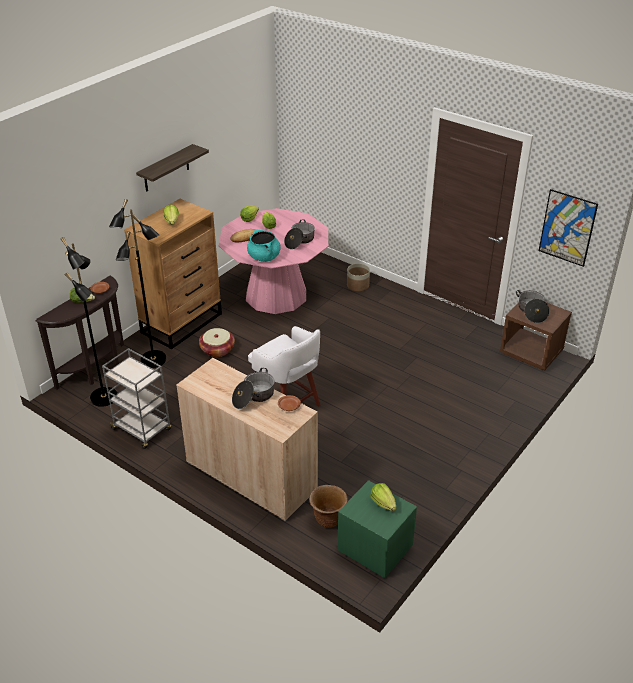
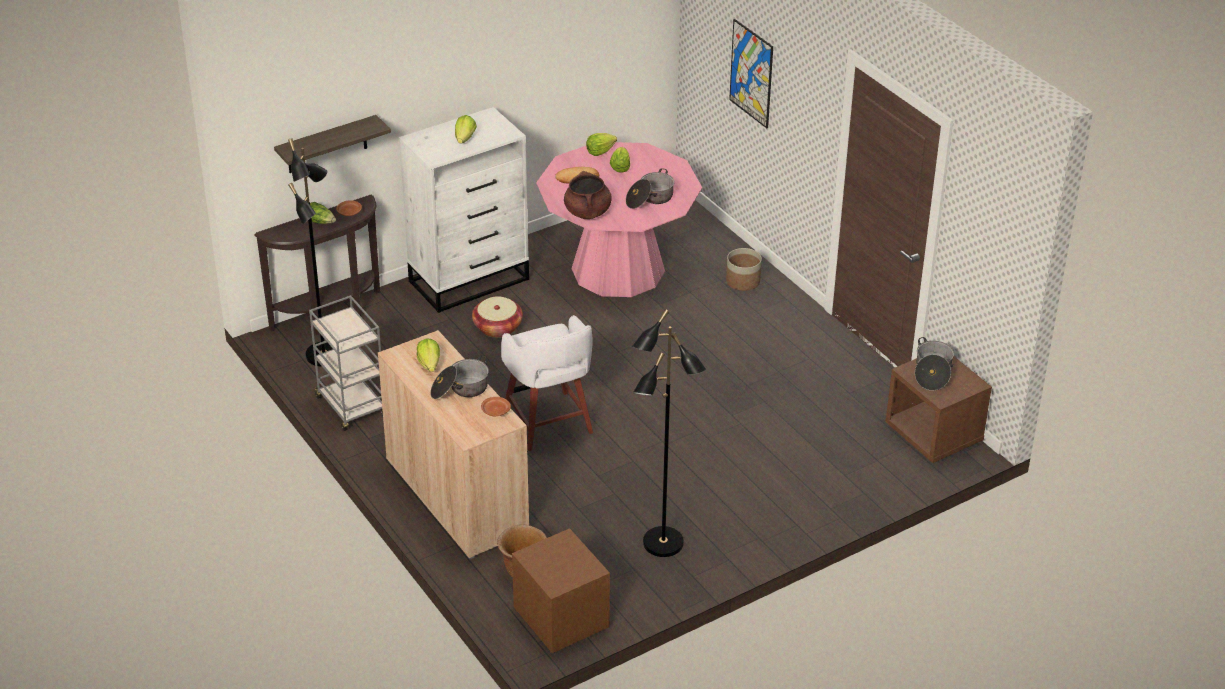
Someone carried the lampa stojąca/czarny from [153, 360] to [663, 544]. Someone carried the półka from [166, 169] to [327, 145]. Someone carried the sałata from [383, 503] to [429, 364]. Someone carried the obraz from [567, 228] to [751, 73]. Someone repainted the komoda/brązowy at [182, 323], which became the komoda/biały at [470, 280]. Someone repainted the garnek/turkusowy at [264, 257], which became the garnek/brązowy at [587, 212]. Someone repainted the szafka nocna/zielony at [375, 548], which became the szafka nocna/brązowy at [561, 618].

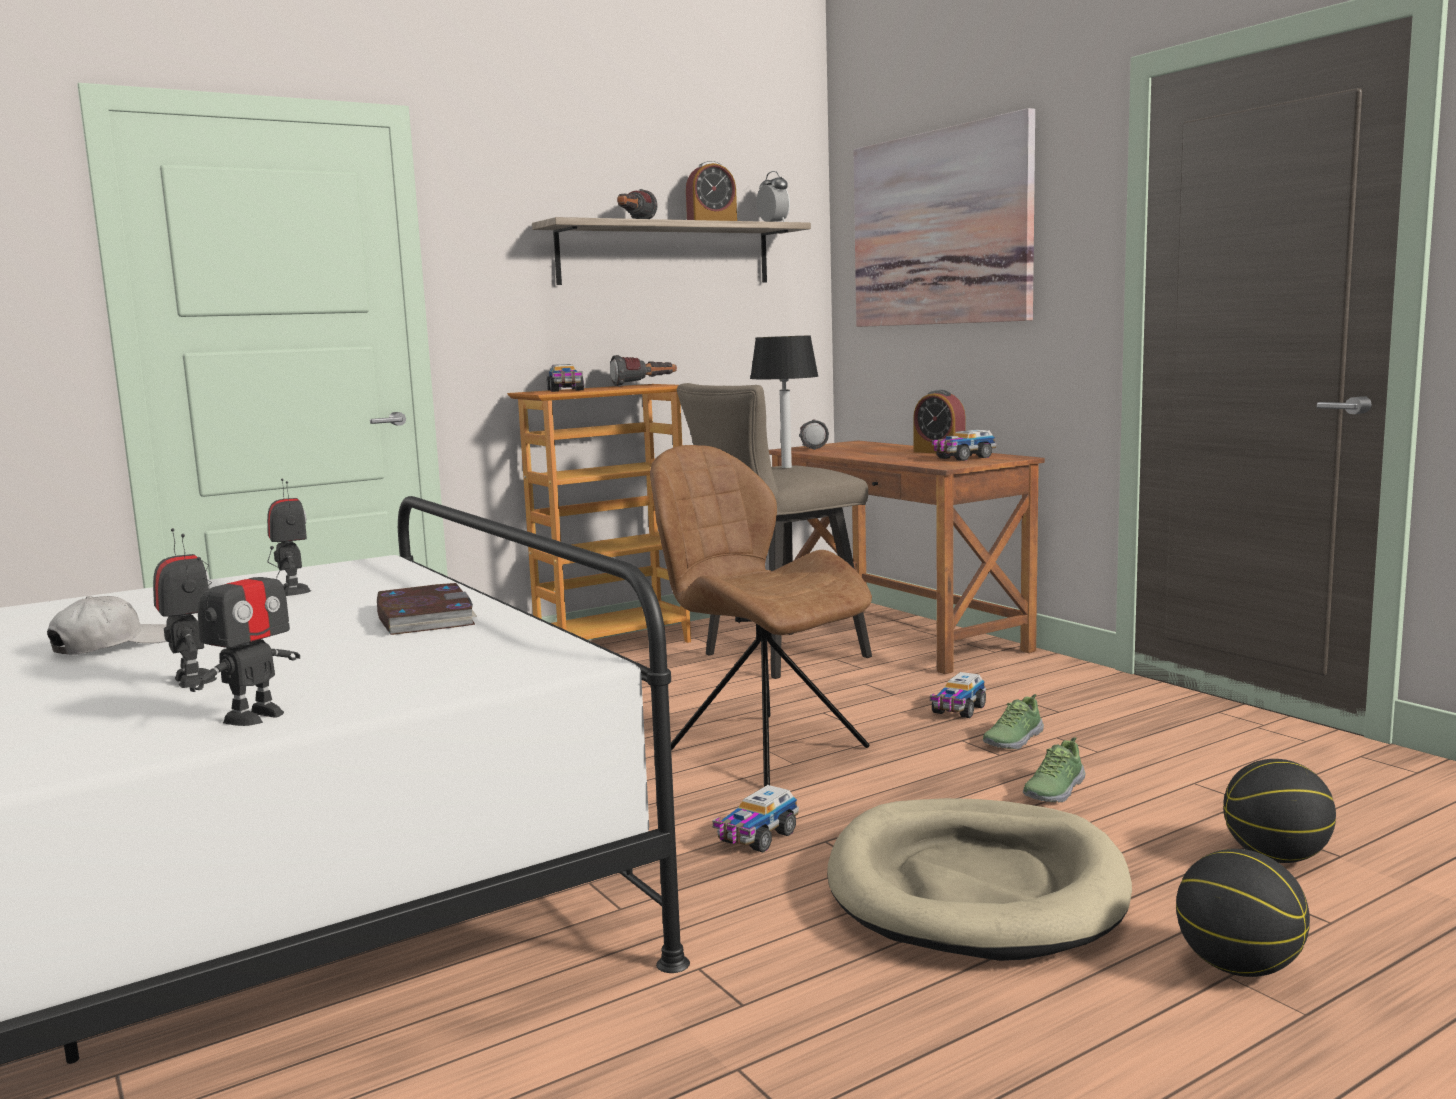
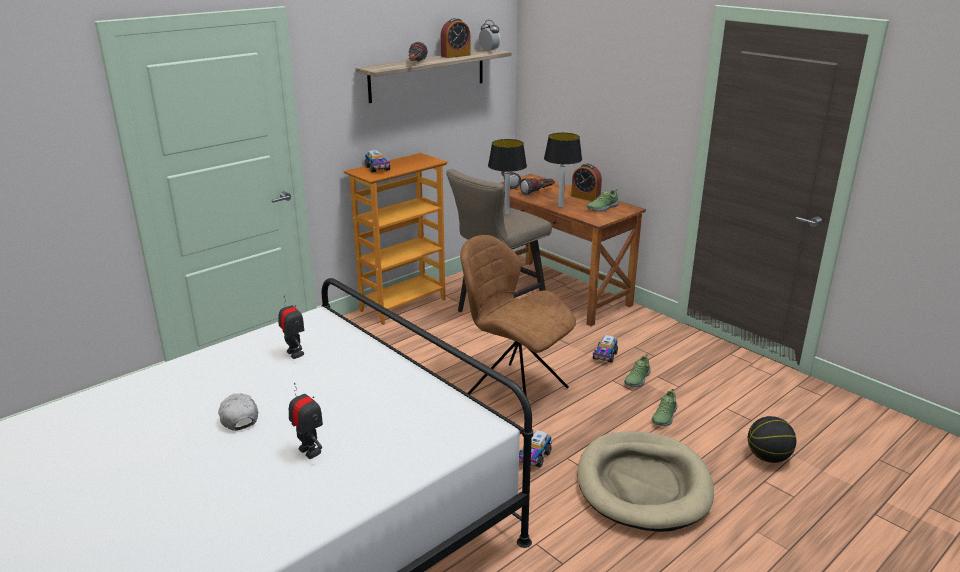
Someone took away the robot zabawkowy at [254, 716]. Someone took away the książka at [424, 616]. Someone took away the obraz at [940, 228]. Someone took away the piłka do koszykówki at [1238, 968]. Someone put down the lampa stołowa at [560, 206]. Someone carried the latarka from [644, 385] to [538, 192]. Someone swapped the ciężarówka zabawkowa at [963, 458] for the but at [602, 208]. Someone rotated the czapka z daszkiem/biały at [111, 646] by 60 degrees counterclockwise.

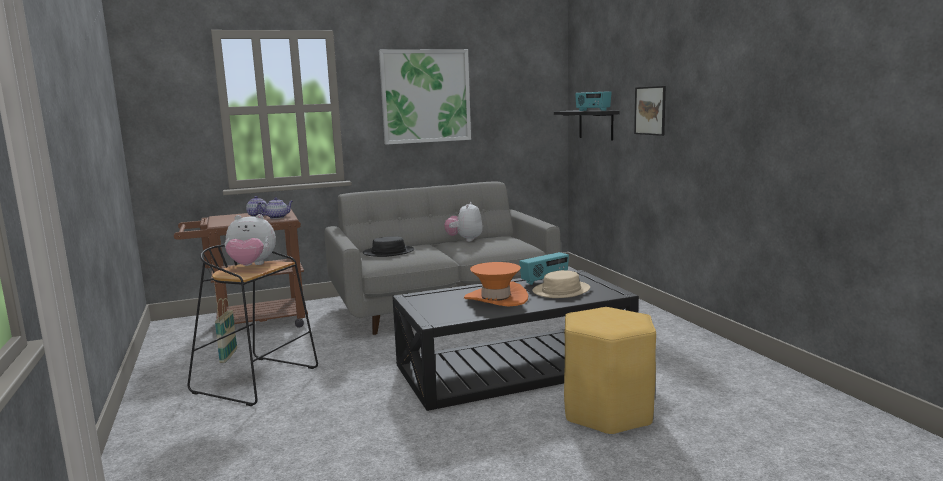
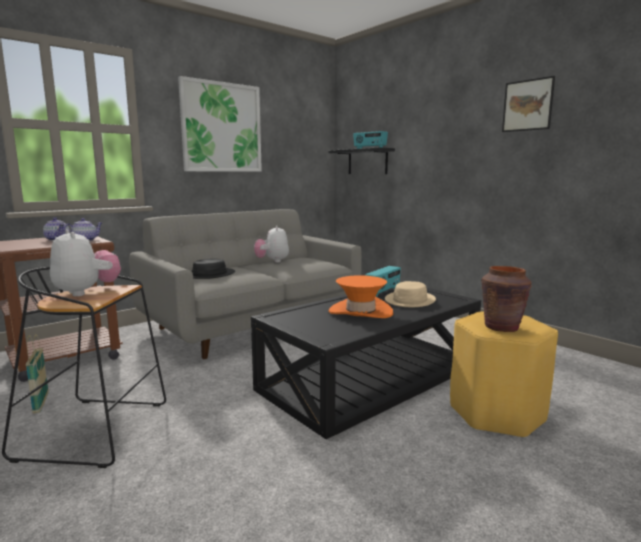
Someone put down the wazon/brązowy at [501, 327]. Someone carried the obraz from [650, 110] to [527, 105]. Someone rotated the pluszak at [251, 266] by 105 degrees counterclockwise.

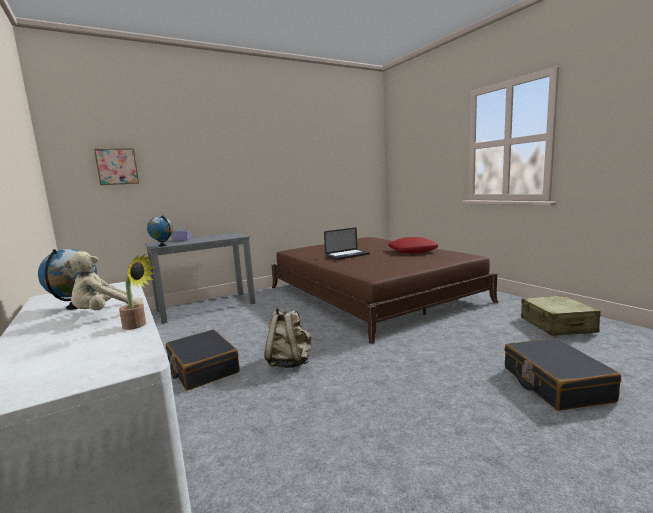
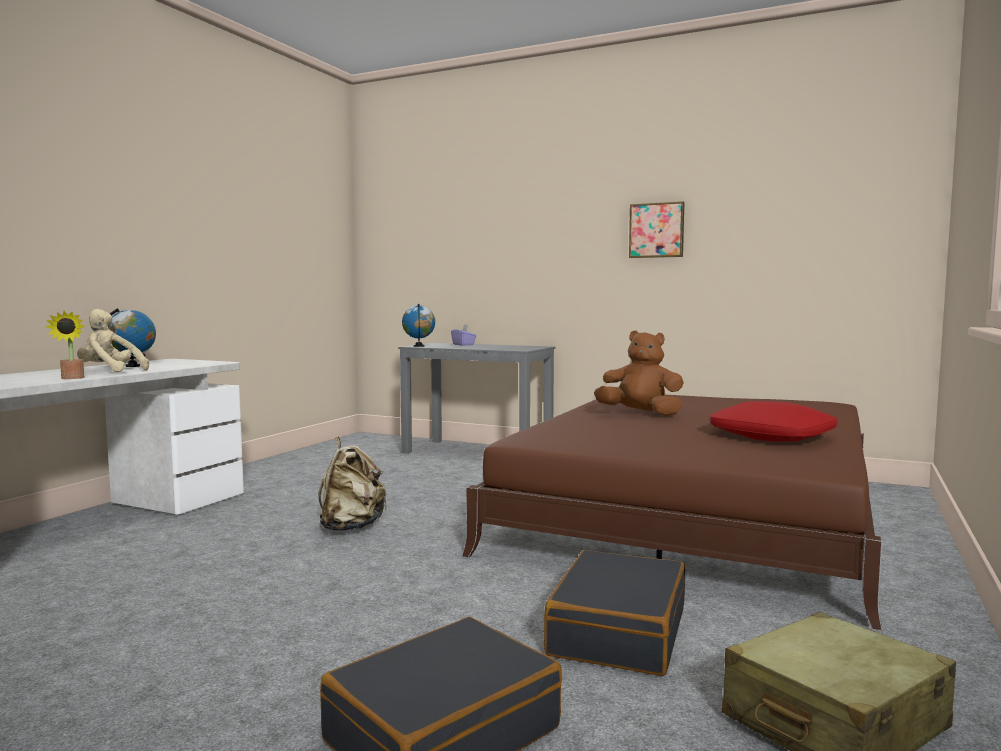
Someone carried the obraz from [117, 166] to [656, 230]. Someone carried the walizka/czarny from [202, 368] to [617, 631]. Someone swapped the laptop at [347, 255] for the pluszak/brązowy at [640, 414].

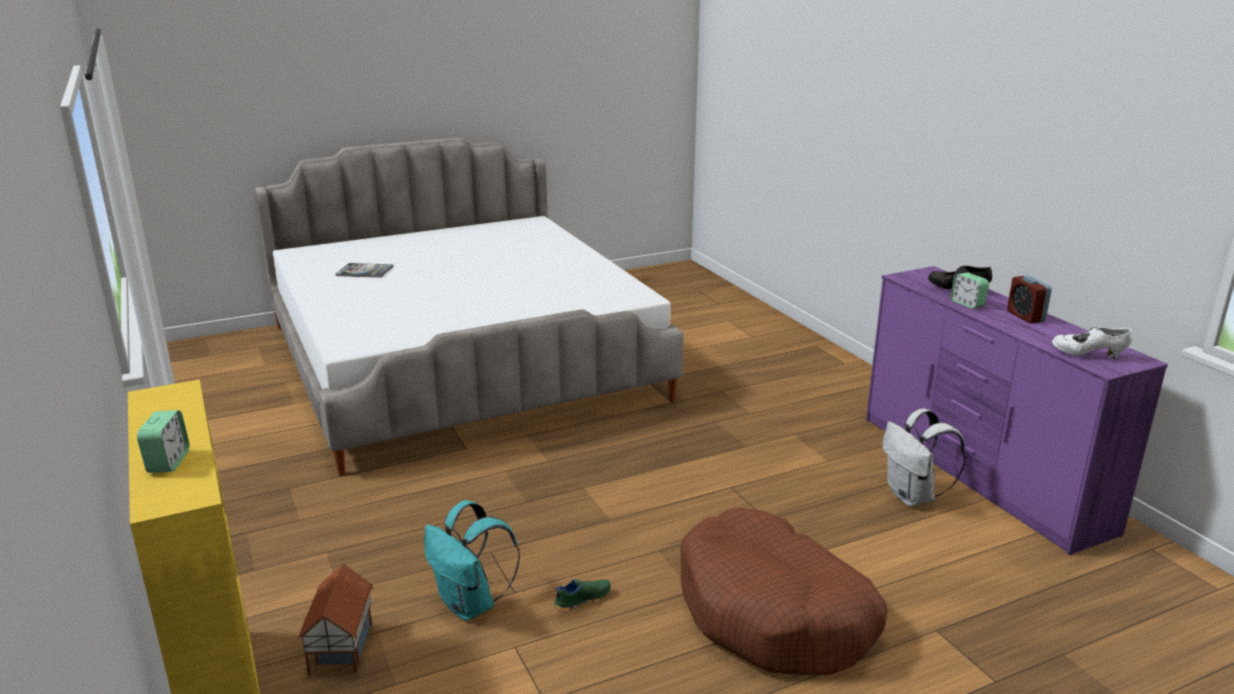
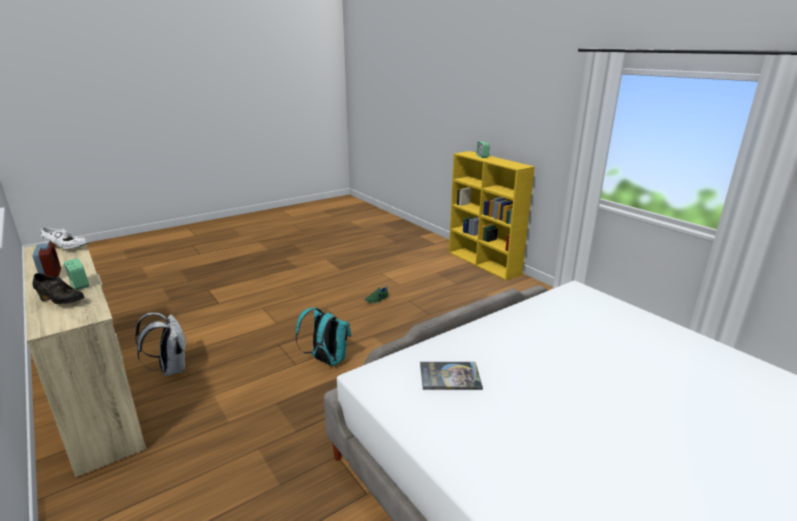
Someone took away the domek at [340, 648]. Someone took away the legowisko/brązowy at [774, 613]. Someone carried the książka from [365, 271] to [450, 376]. Someone carried the plecak/turkusowy from [471, 605] to [326, 360]. Someone repainted the komoda/fioletowy at [980, 473], which became the komoda/beżowy at [98, 395].

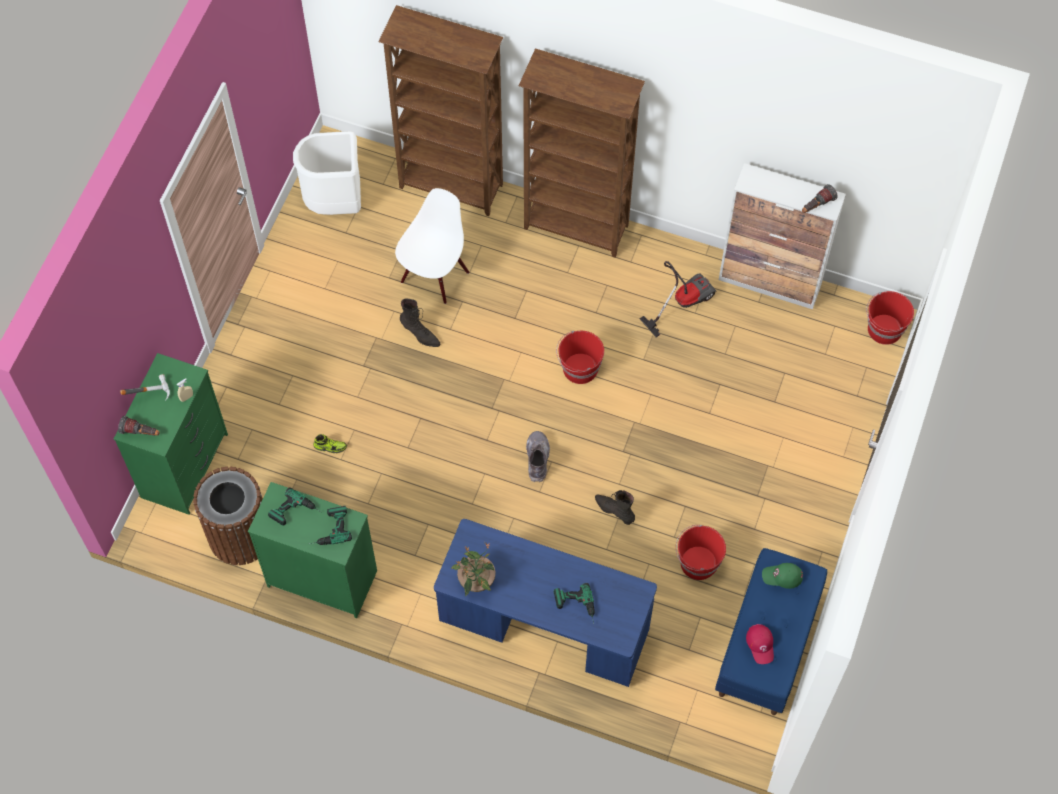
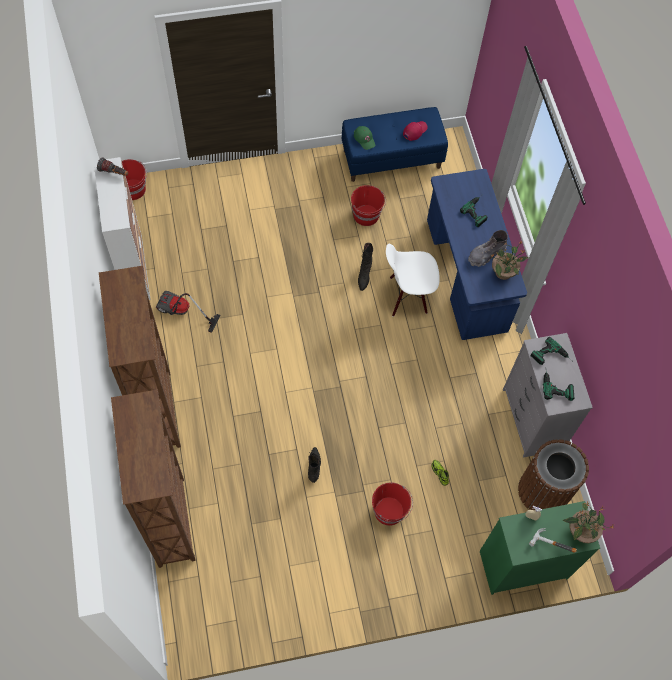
Someone took away the kosz na śmieci/biały at [335, 203]. Someone carried the krzesło/biały from [434, 276] to [407, 296]. Someone carried the but z cholewką/szary from [537, 458] to [486, 254]. Someone carried the wiadro/czerwony from [579, 369] to [389, 511]. Someone swapped the latarka at [141, 432] for the roślina doniczkowa at [581, 531]. Someone repainted the komoda/zielony at [322, 578], which became the komoda/szary at [532, 419].

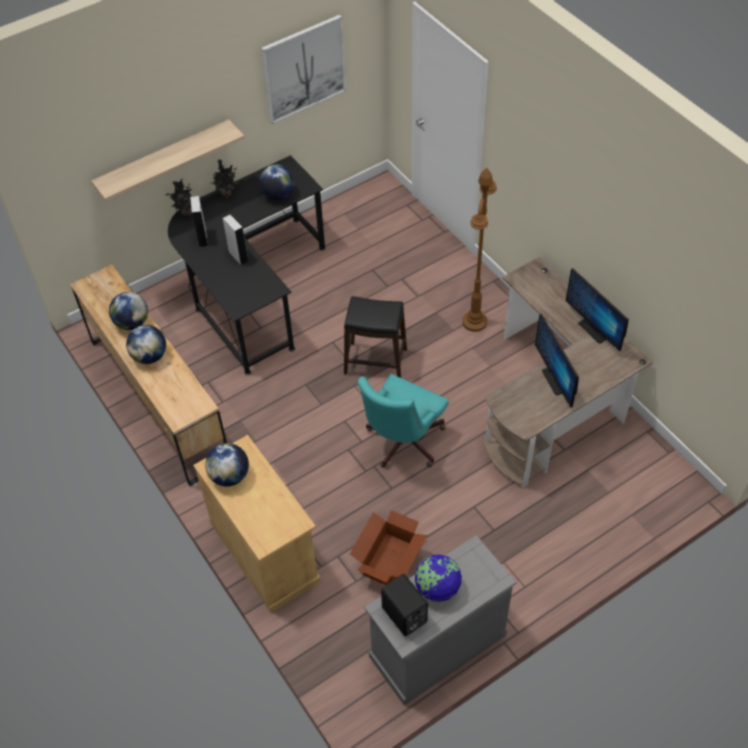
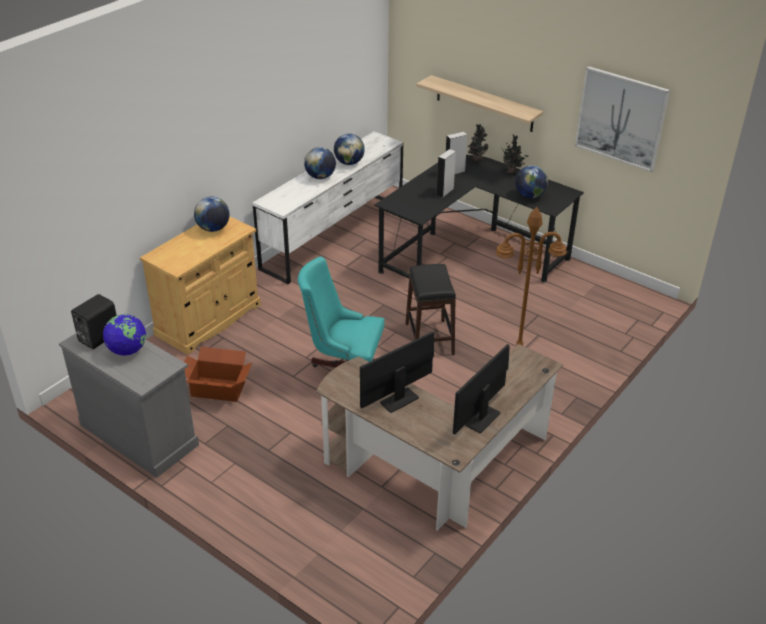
Someone repainted the komoda/brązowy at [159, 399], which became the komoda/biały at [333, 236].

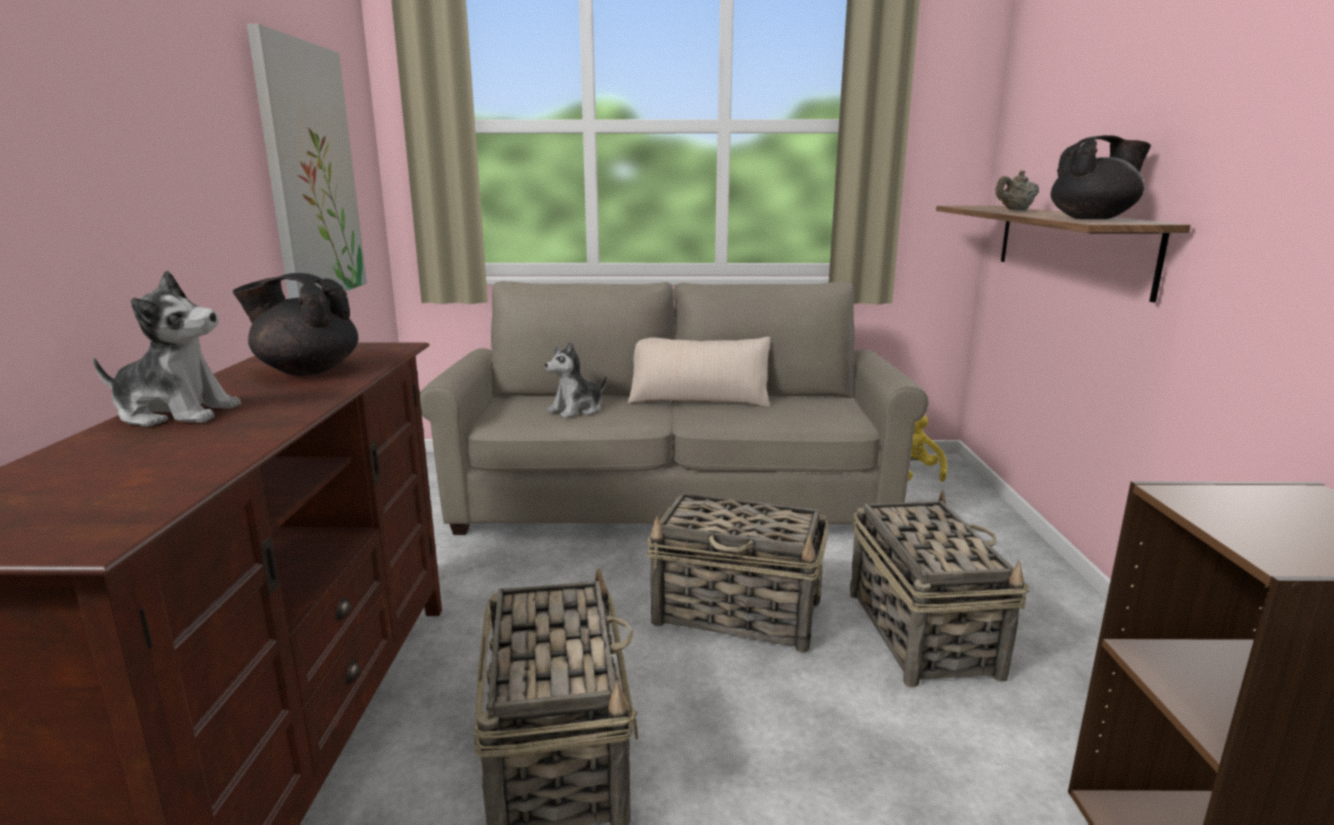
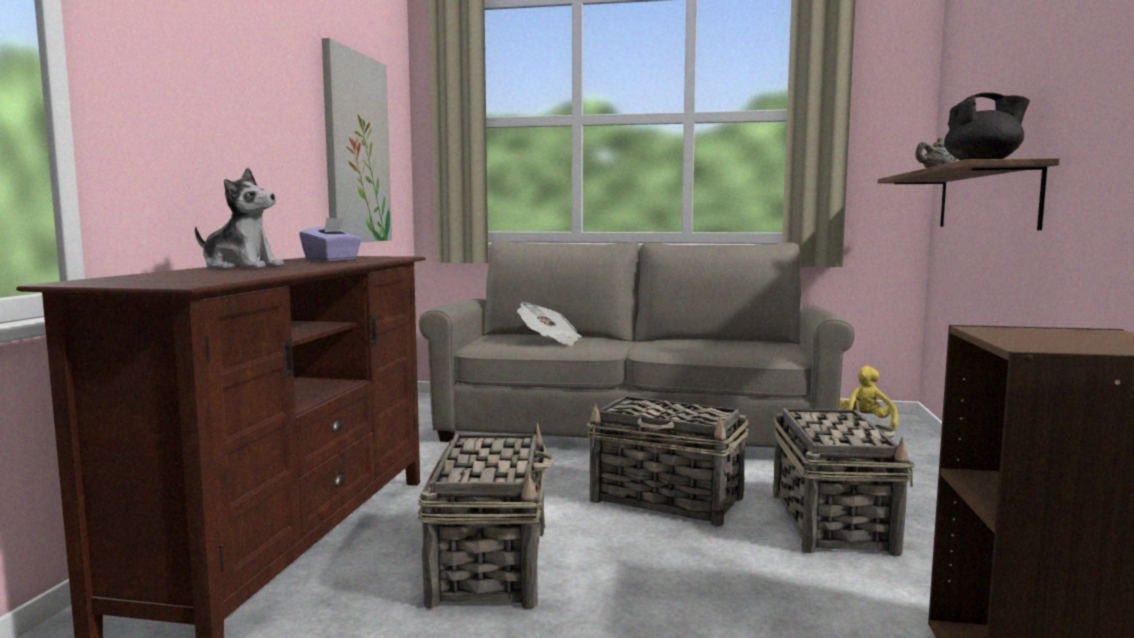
Someone took away the poduszka/beżowy at [698, 400]. Someone swapped the imbryk/czarny at [307, 371] for the pudełko chusteczek/fioletowy at [332, 260]. Someone swapped the pluszak at [577, 410] for the gazeta at [549, 341].

